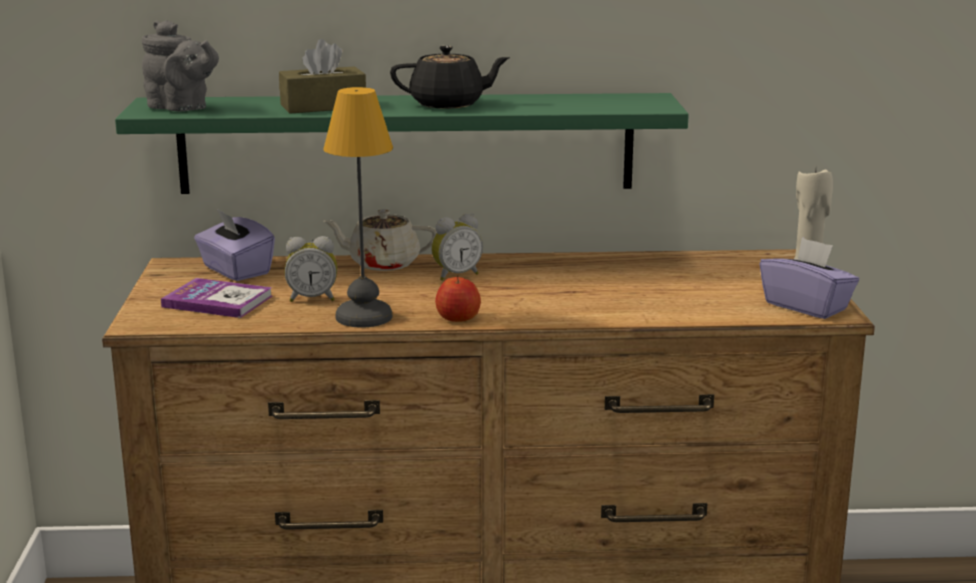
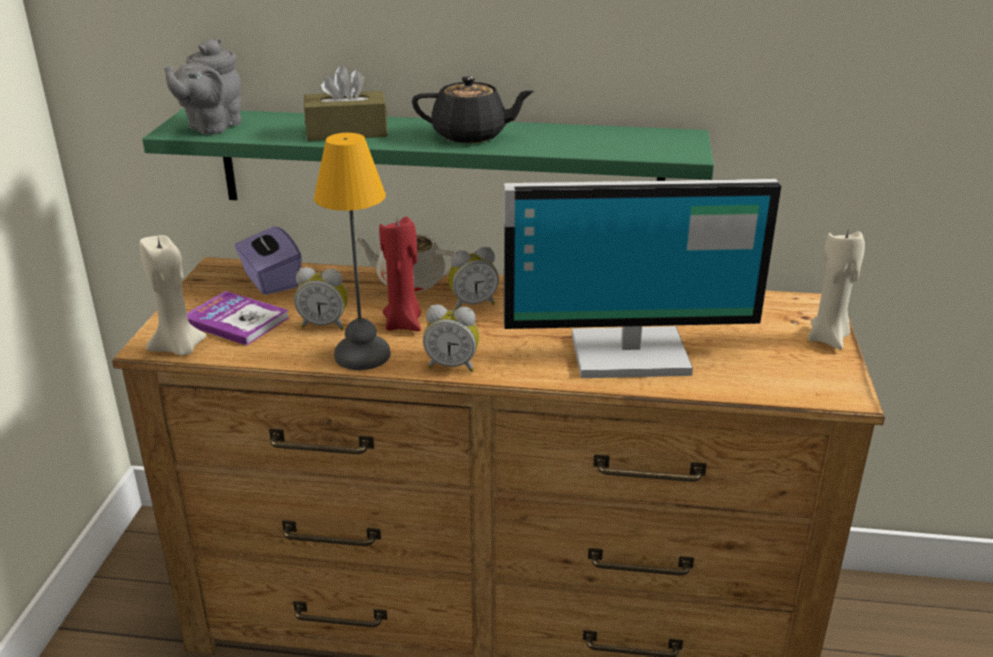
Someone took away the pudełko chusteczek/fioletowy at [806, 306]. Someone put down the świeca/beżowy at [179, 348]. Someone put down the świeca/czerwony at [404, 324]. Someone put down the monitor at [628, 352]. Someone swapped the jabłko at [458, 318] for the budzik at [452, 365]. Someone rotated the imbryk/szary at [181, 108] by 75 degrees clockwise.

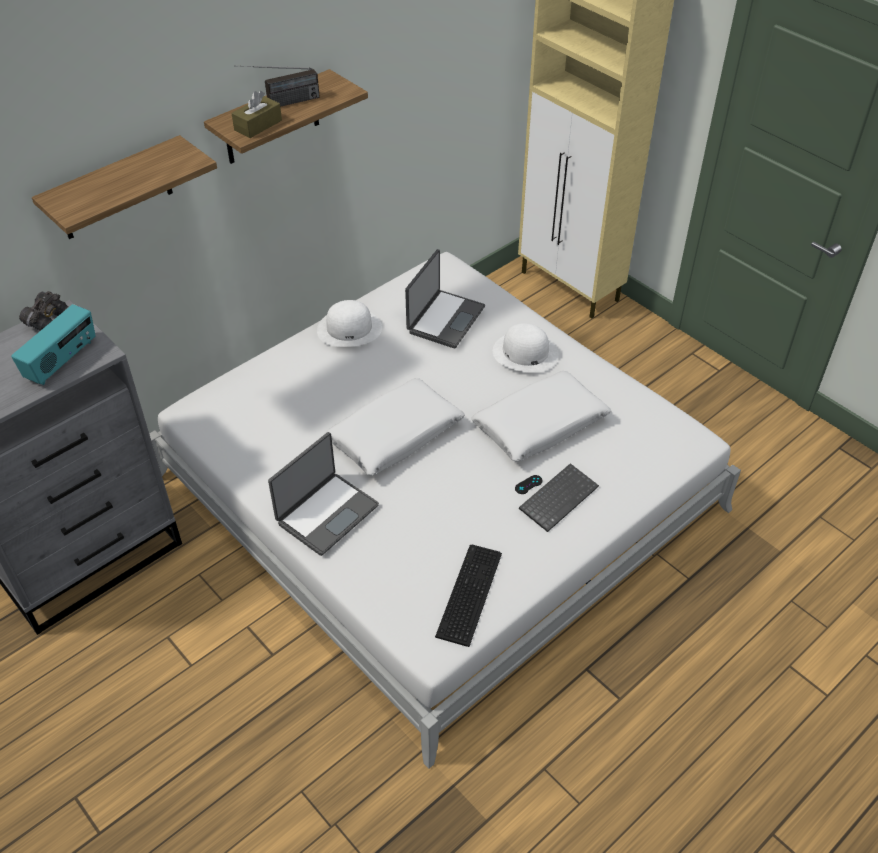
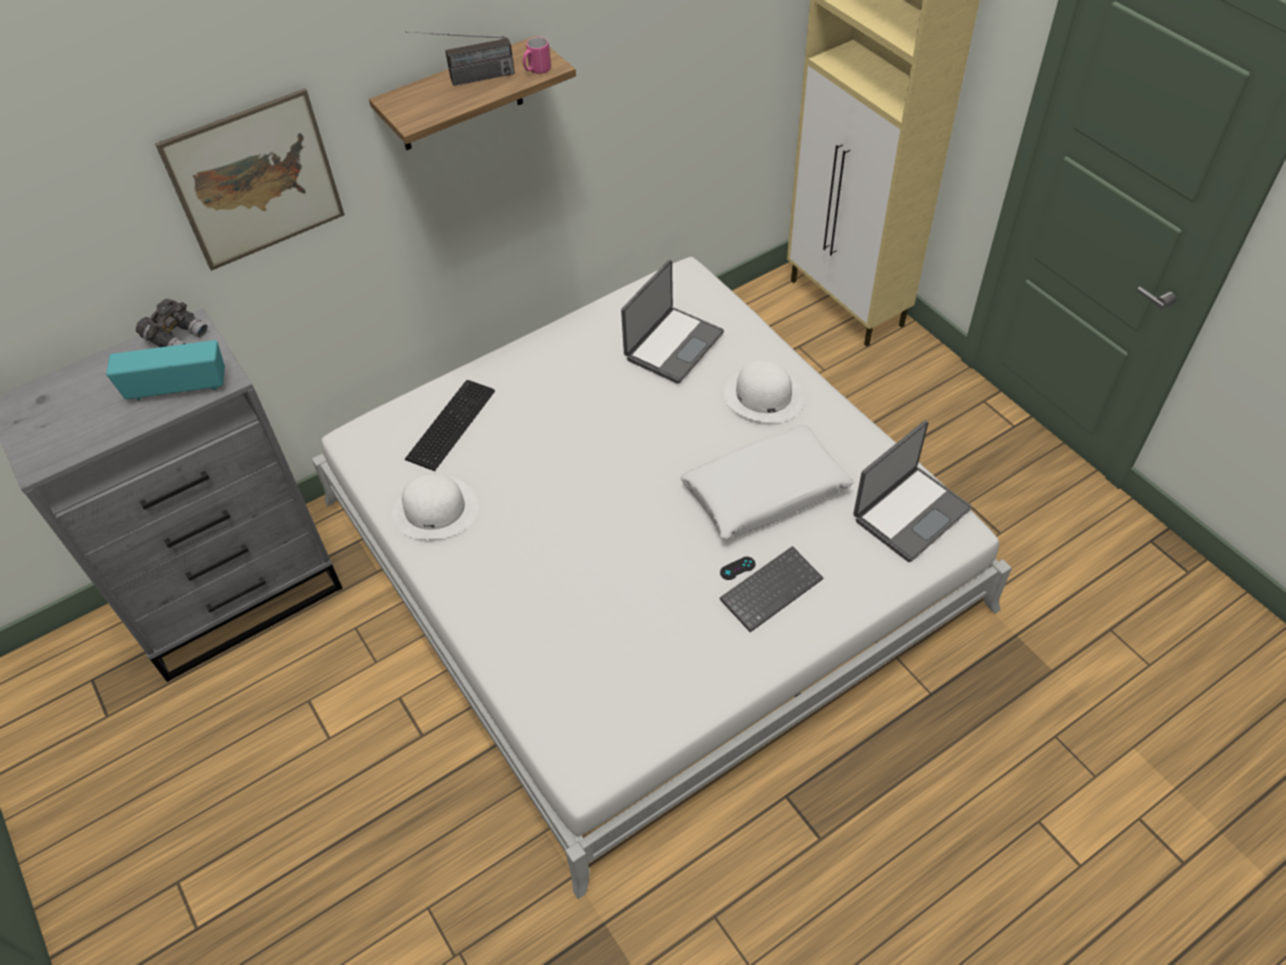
Someone took away the pudełko chusteczek/brązowy at [258, 125]. Someone took away the poduszka/biały at [395, 436]. Someone put down the kubek/różowy at [537, 70]. Someone carried the laptop from [326, 513] to [909, 513]. Someone carried the kapelusz/biały from [349, 328] to [435, 509]. Someone carried the klawiatura from [467, 595] to [448, 425]. Someone swapped the półka at [114, 190] for the obraz at [255, 180]. Someone rotated the radio at [62, 361] by 135 degrees counterclockwise.

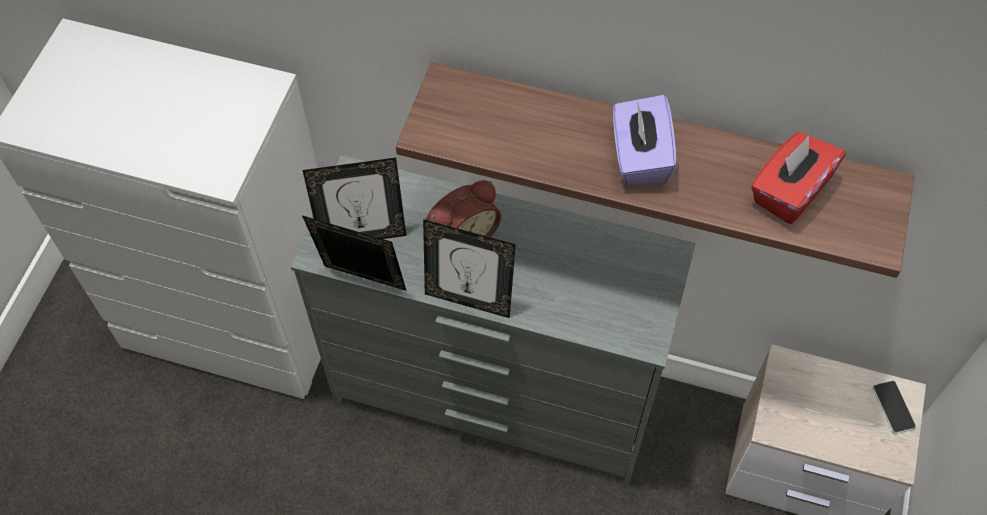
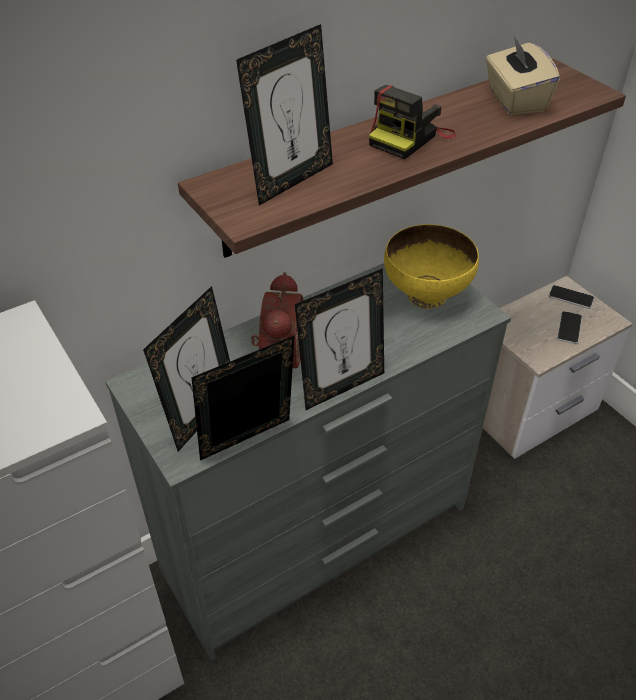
Someone put down the ramka na zdjęcie at [291, 180]. Someone put down the miska/żółty at [426, 294]. Someone put down the telefon at [569, 328]. Someone swapped the pudełko chusteczek/fioletowy at [639, 157] for the aparat fotograficzny at [409, 138]. Someone repainted the pudełko chusteczek/czerwony at [789, 191], which became the pudełko chusteczek/beżowy at [515, 100].

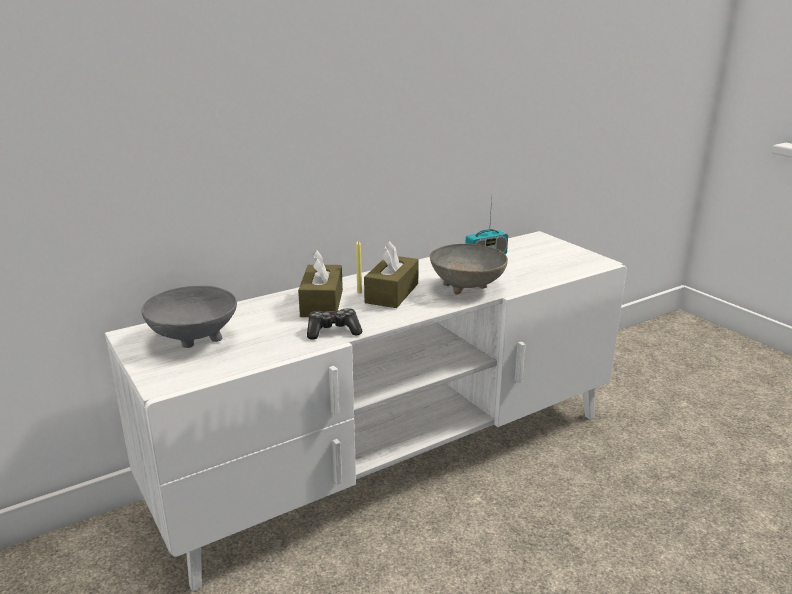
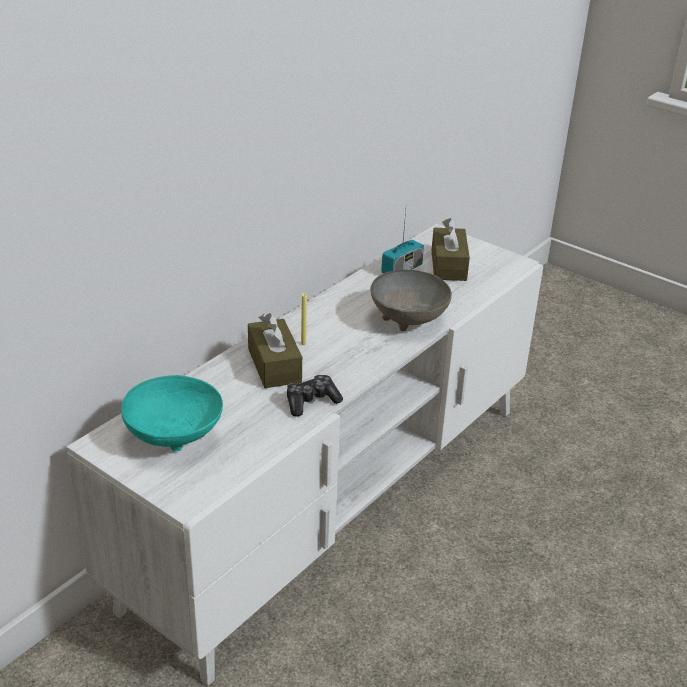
Someone carried the pudełko chusteczek/brązowy from [392, 293] to [448, 265]. Someone repainted the miska/szary at [192, 339], which became the miska/turkusowy at [172, 438].

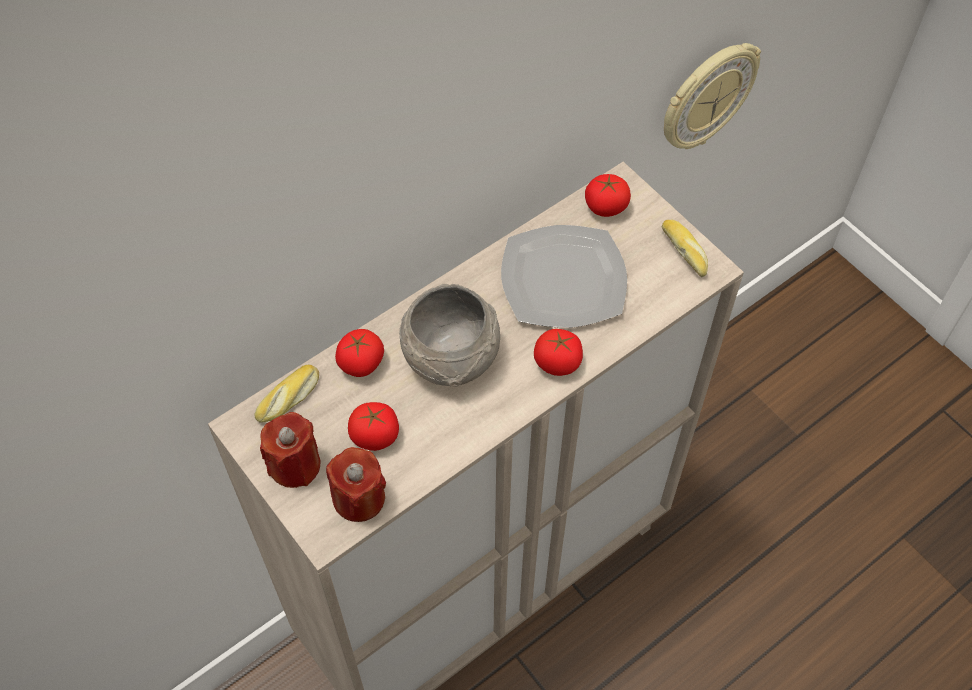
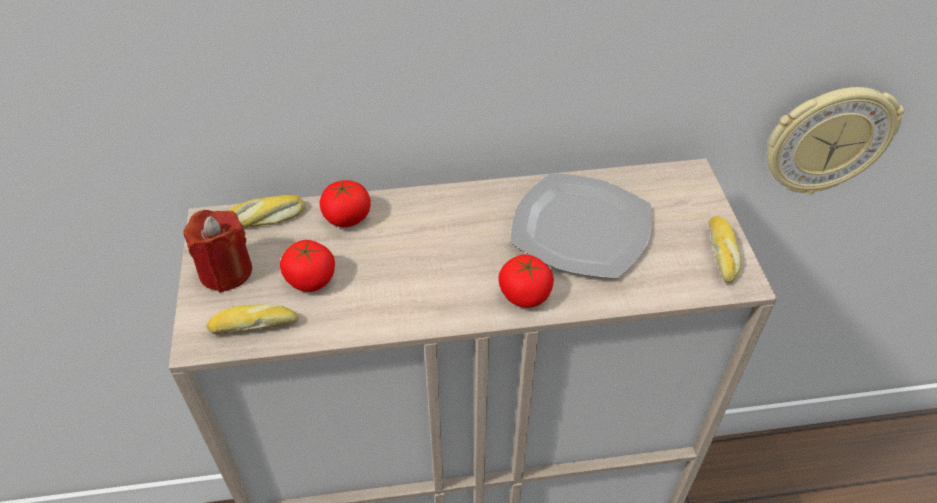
Someone took away the miska/szary at [452, 356]. Someone took away the pomidor at [606, 207]. Someone swapped the świeca/czerwony at [359, 498] for the chleb at [254, 324].

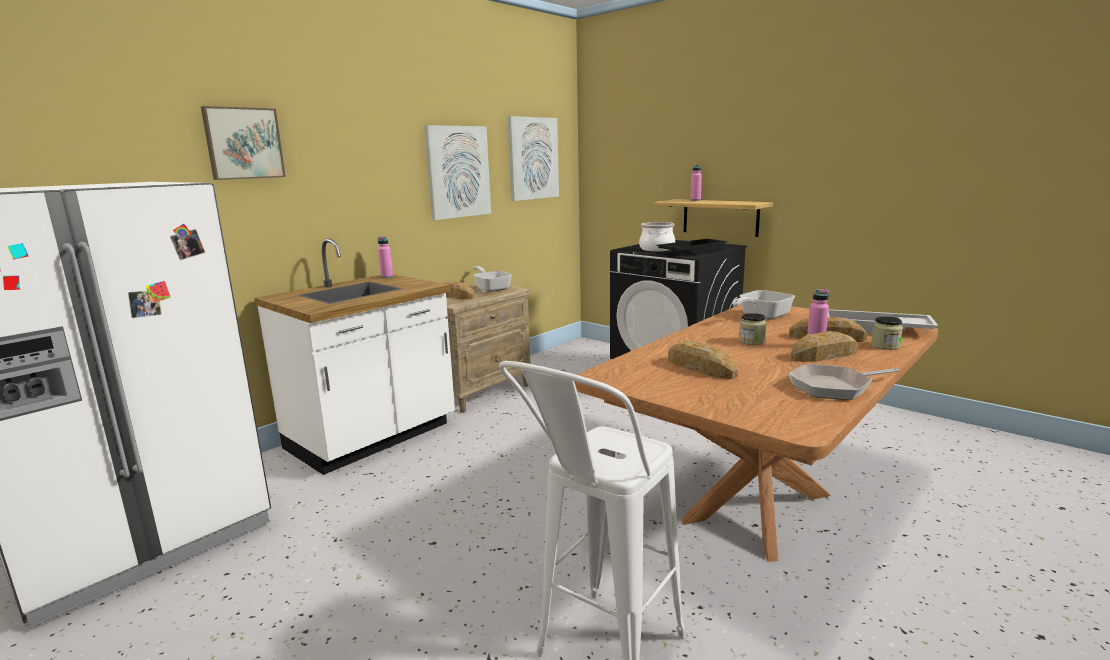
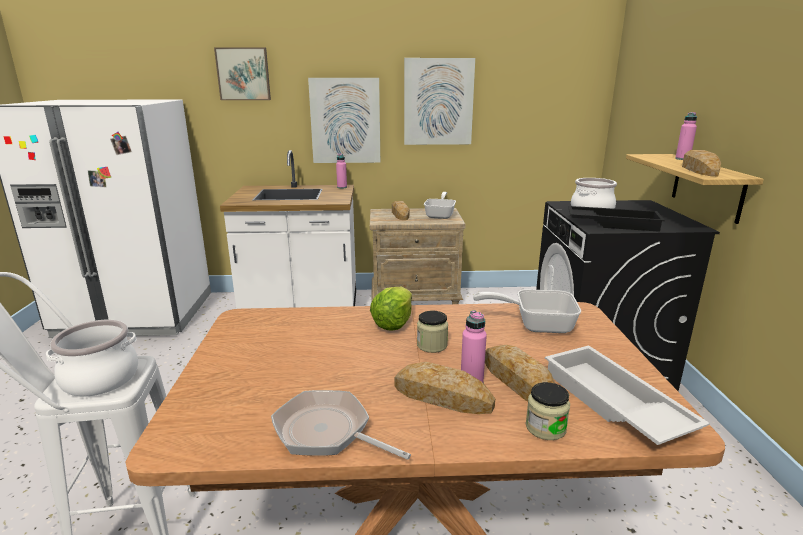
Someone put down the garnek at [101, 380]. Someone put down the sałata at [393, 323]. Someone carried the obraz from [532, 158] to [345, 121]. Someone carried the chleb from [700, 367] to [699, 170].

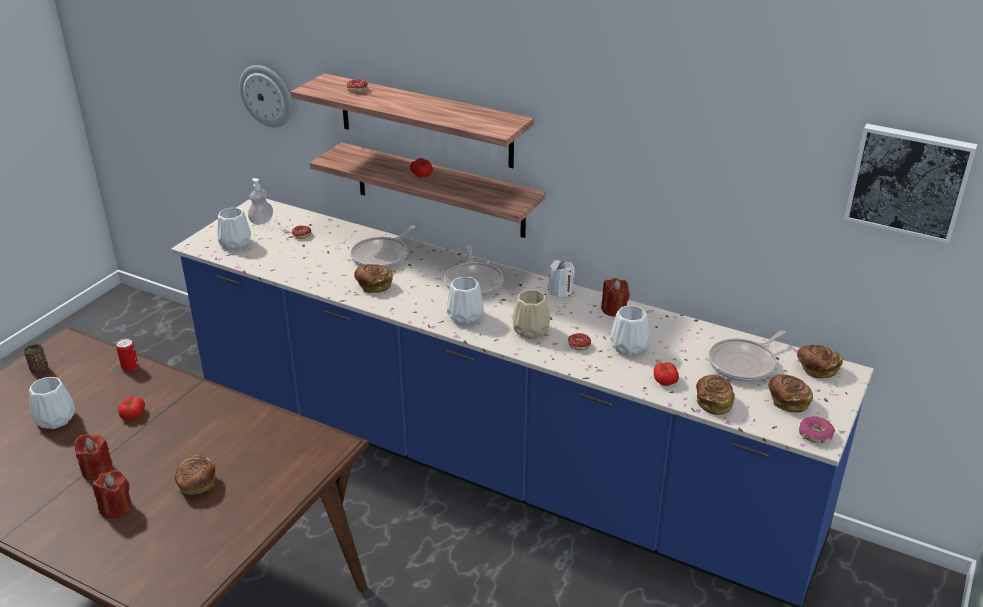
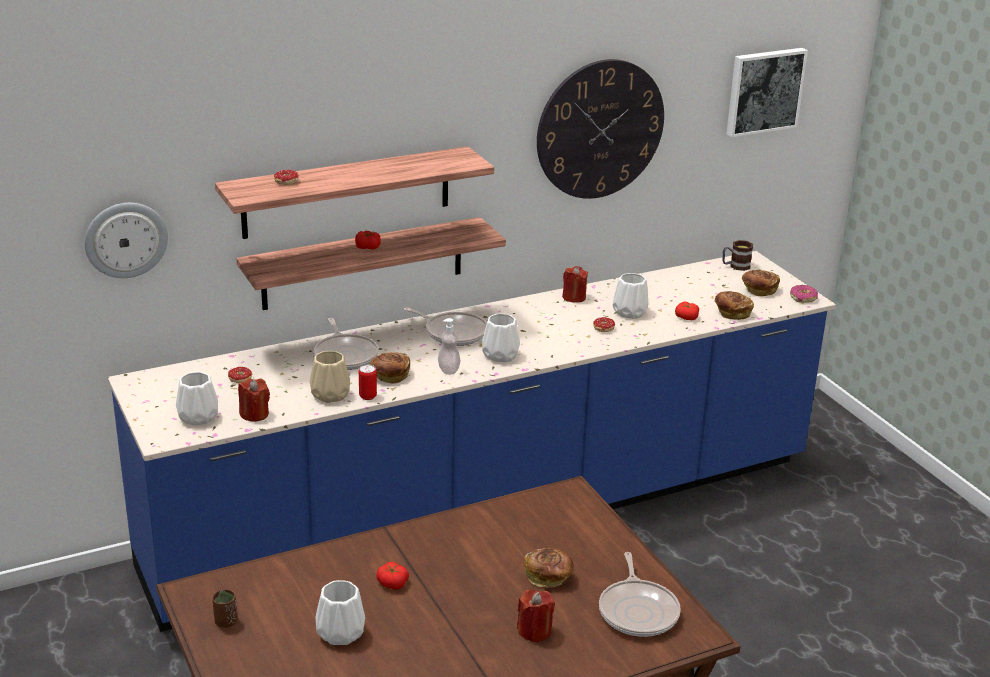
Someone took away the świeca/biały at [560, 291]. Someone put up the zegar ścienny at [600, 129]. Someone carried the świeca/czerwony from [97, 470] to [254, 414]. Someone carried the puszka from [130, 367] to [368, 396]. Someone carried the dozownik mydła from [261, 221] to [449, 370]. Someone carried the wazon/beżowy from [531, 331] to [331, 394]. Someone carried the patelnia from [744, 364] to [638, 611]. Someone swapped the chleb at [816, 369] for the kubek at [735, 266].

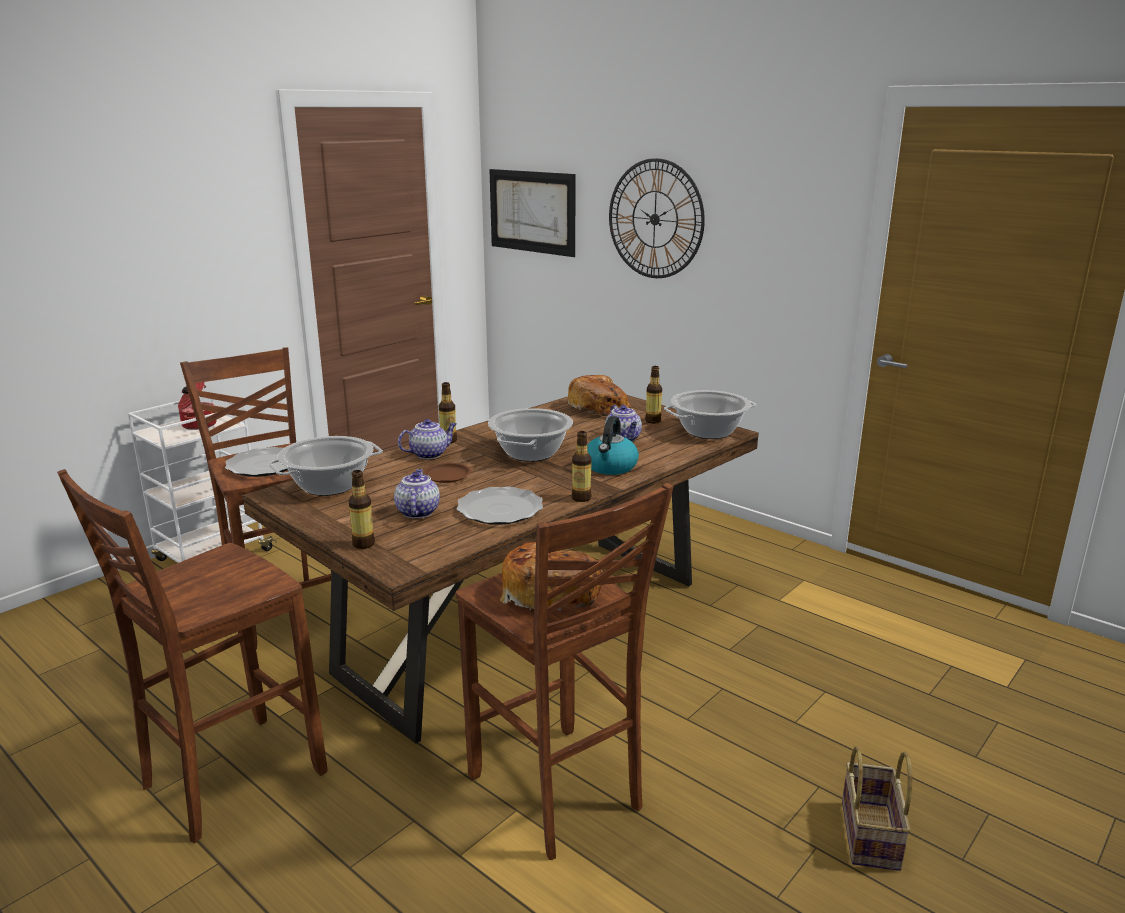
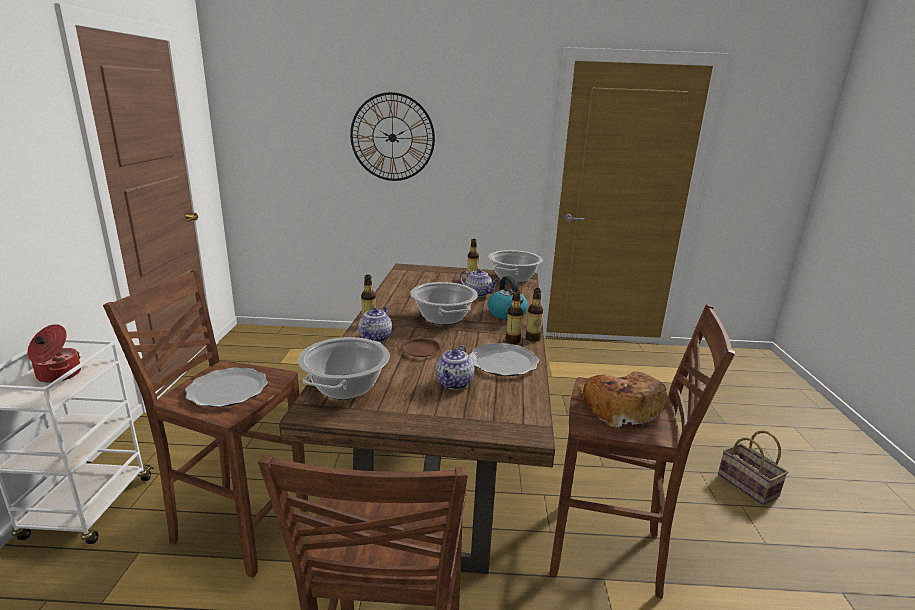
Someone took away the obraz at [532, 212]. Someone took away the chleb at [600, 407]. Someone carried the butelka from [363, 544] to [512, 341]. Someone rotated the imbryk at [417, 511] by 120 degrees counterclockwise.

